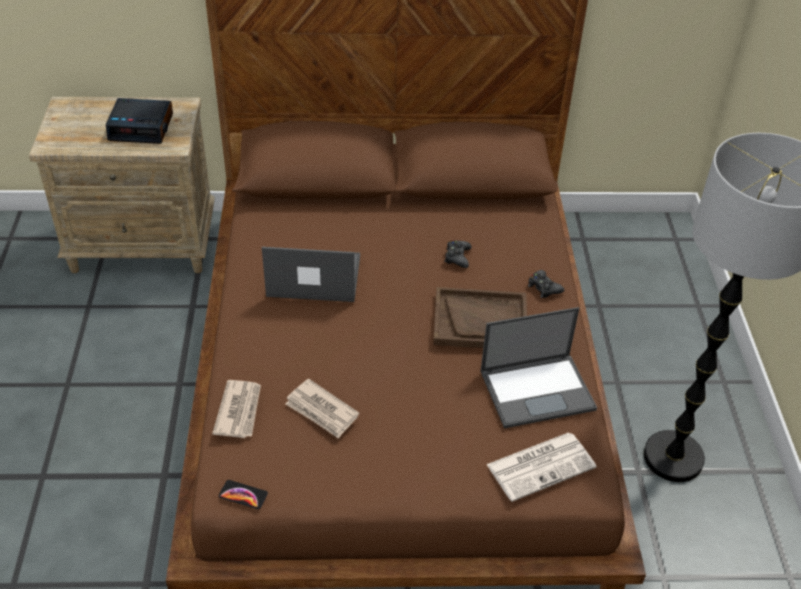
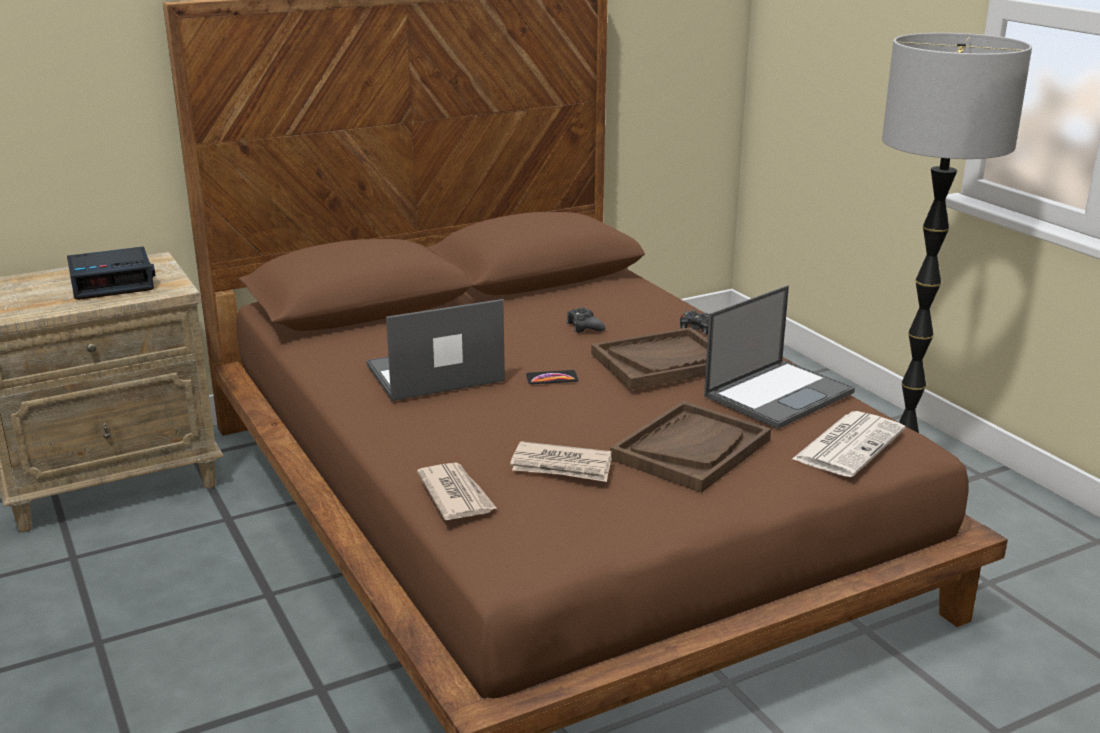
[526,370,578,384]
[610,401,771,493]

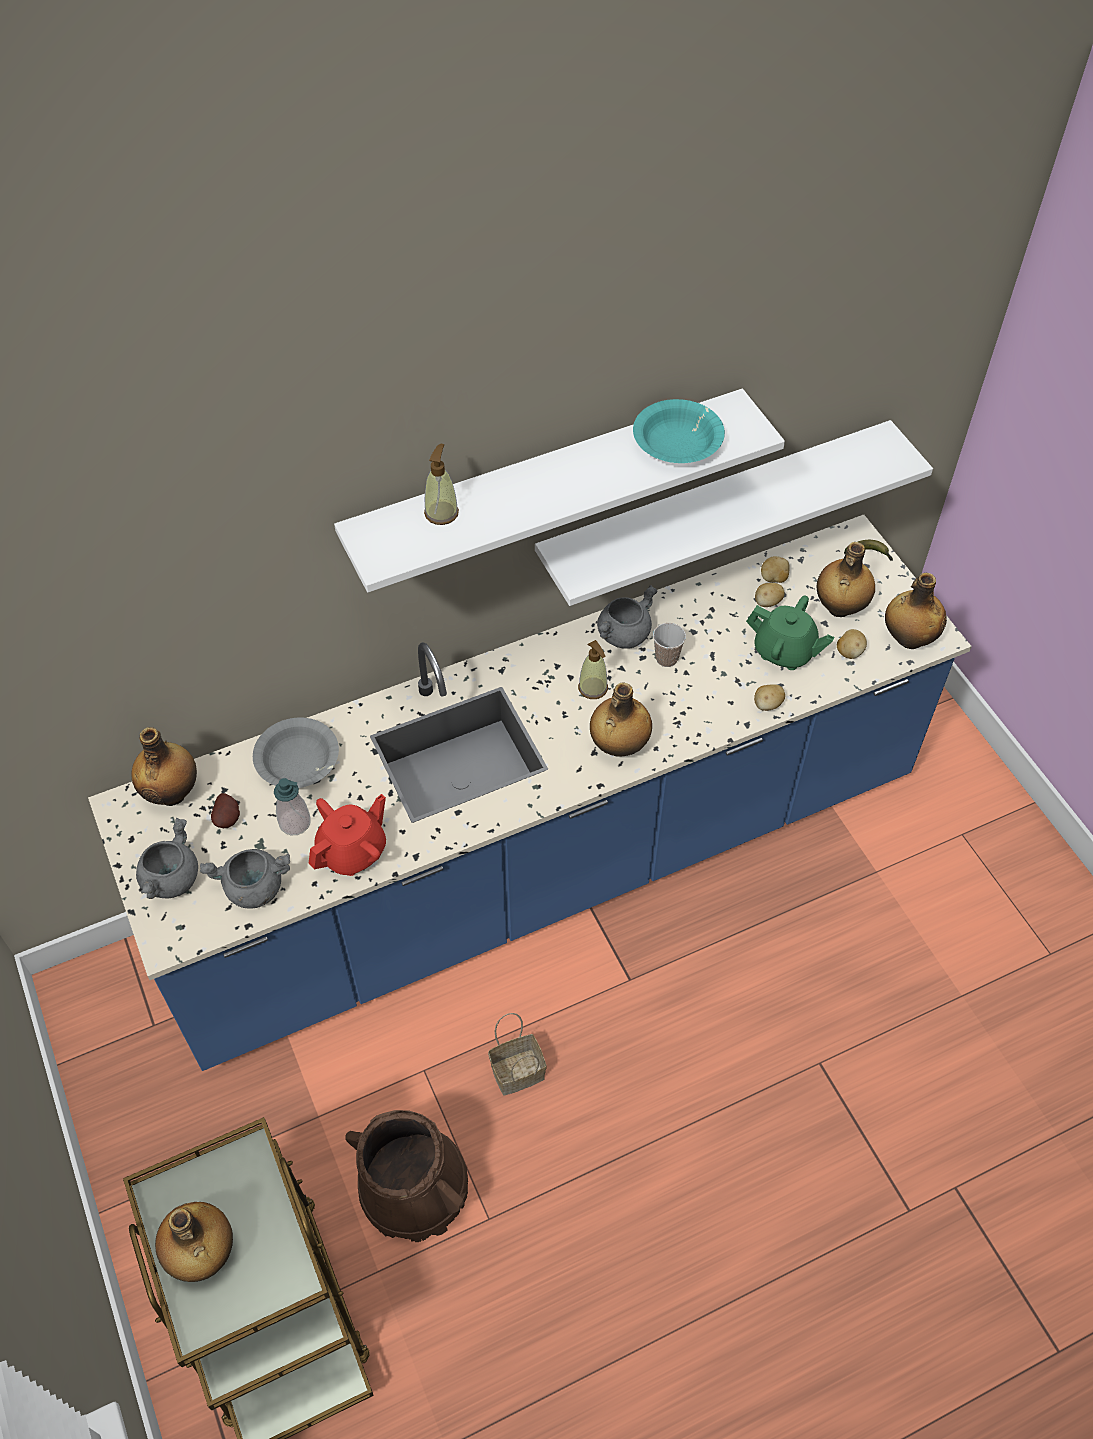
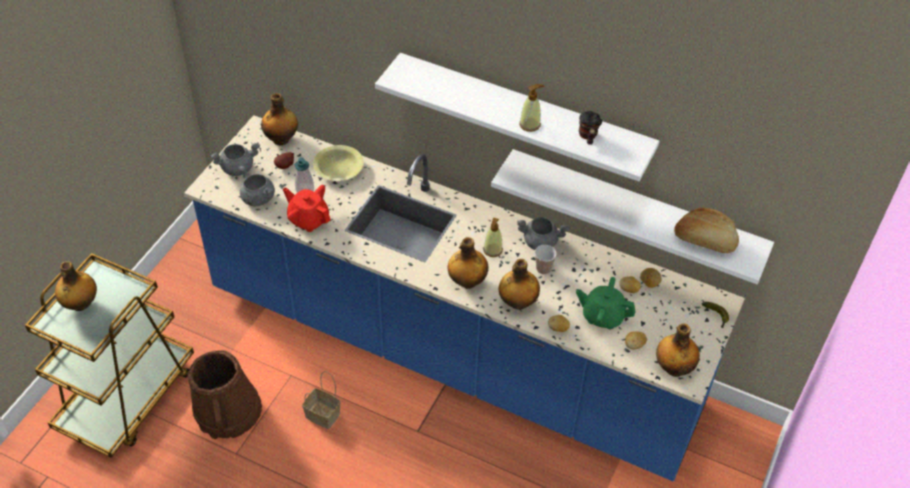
[579,111,602,145]
[519,84,544,132]
[499,259,540,310]
[576,277,635,329]
[313,145,364,181]
[283,185,331,232]
[674,208,739,253]

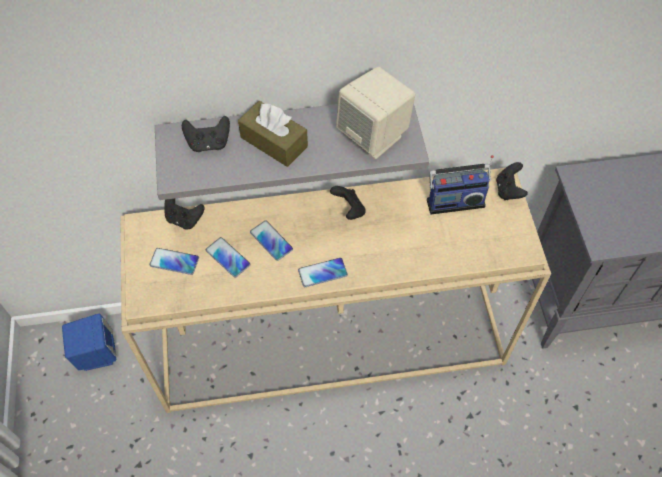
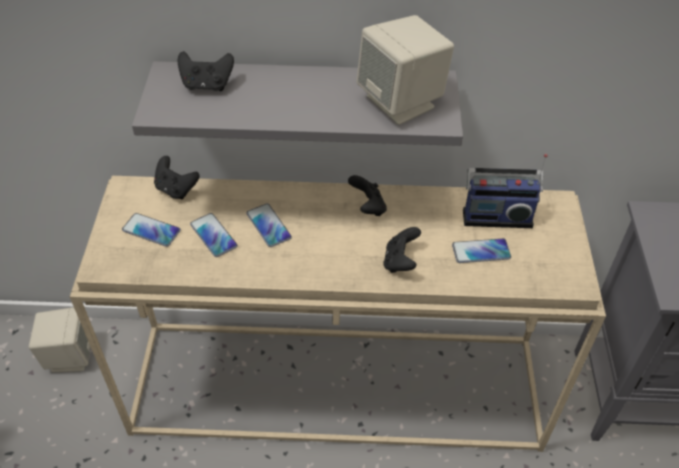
[238,101,308,167] (first image)
[383,227,421,273]
[452,238,511,263]
[29,307,91,372]

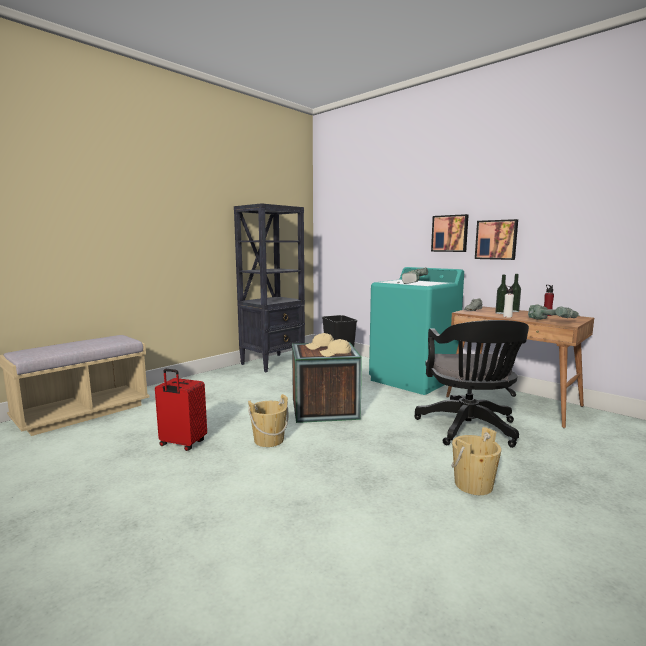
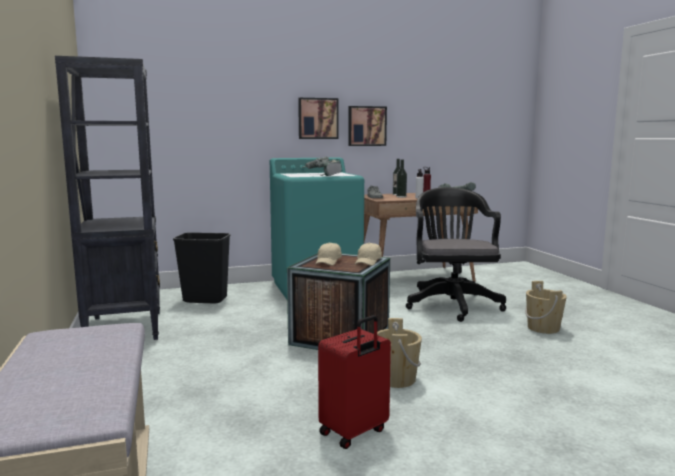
[406,187,506,322]

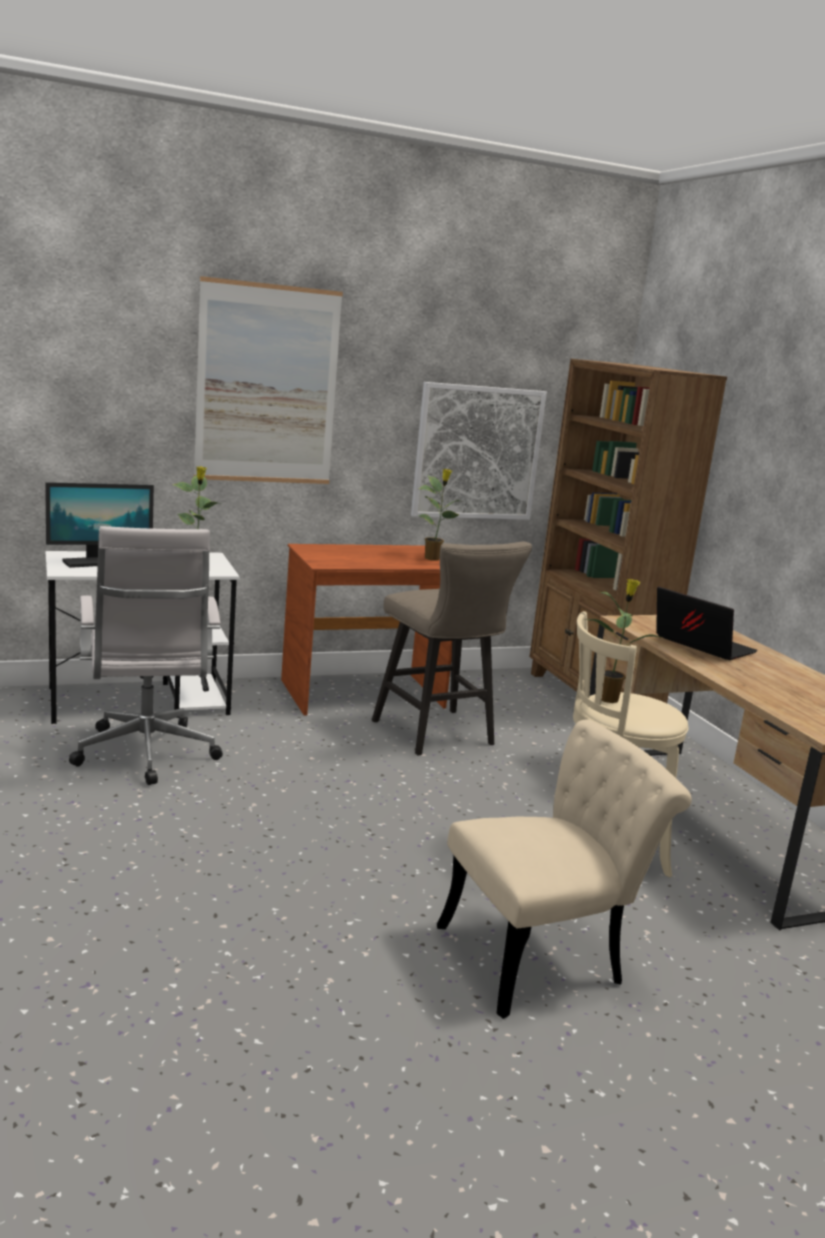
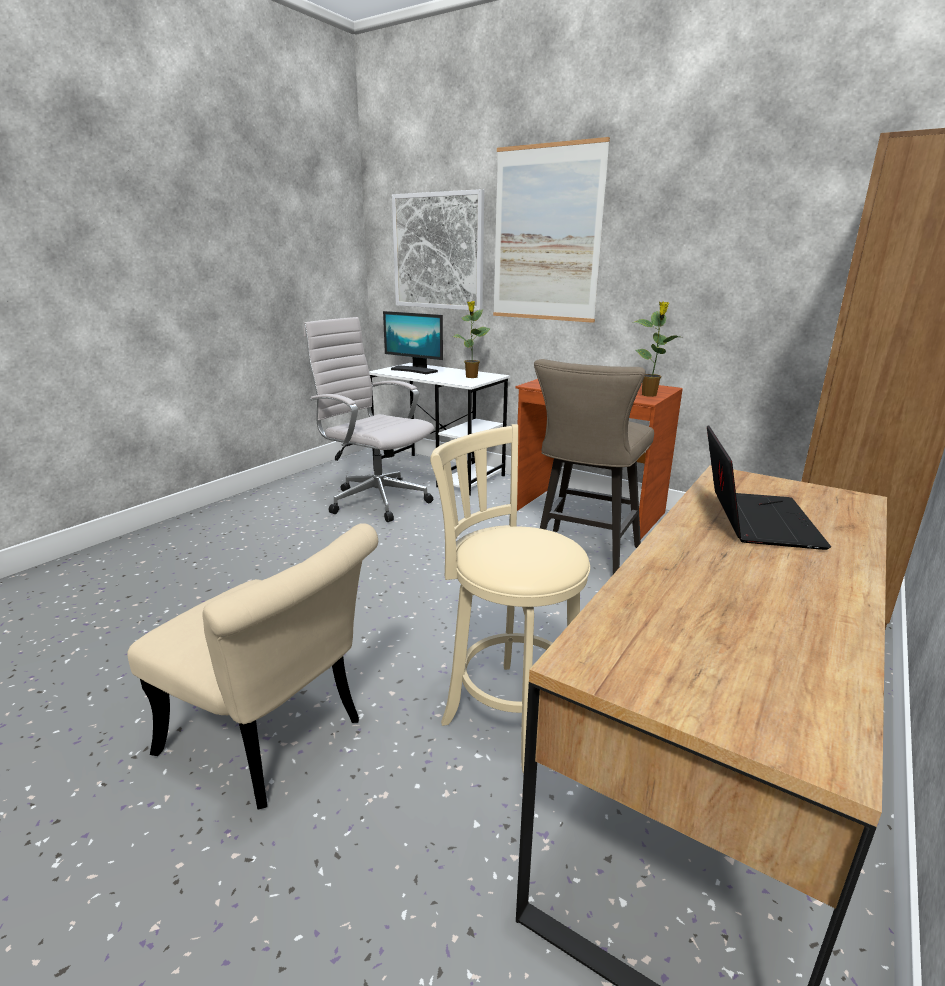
[392,189,484,311]
[304,317,434,522]
[584,579,659,703] (first image)

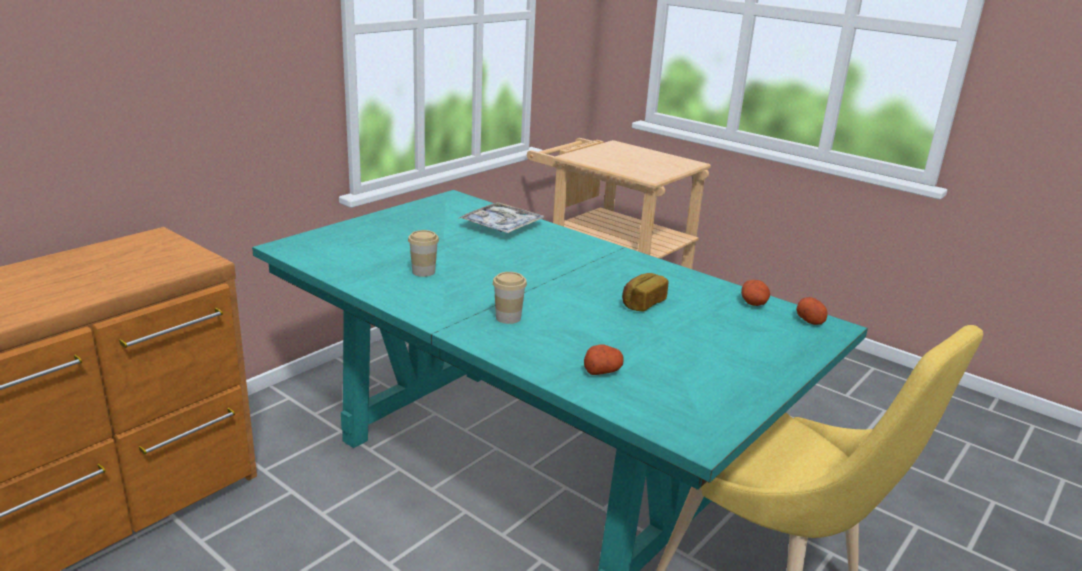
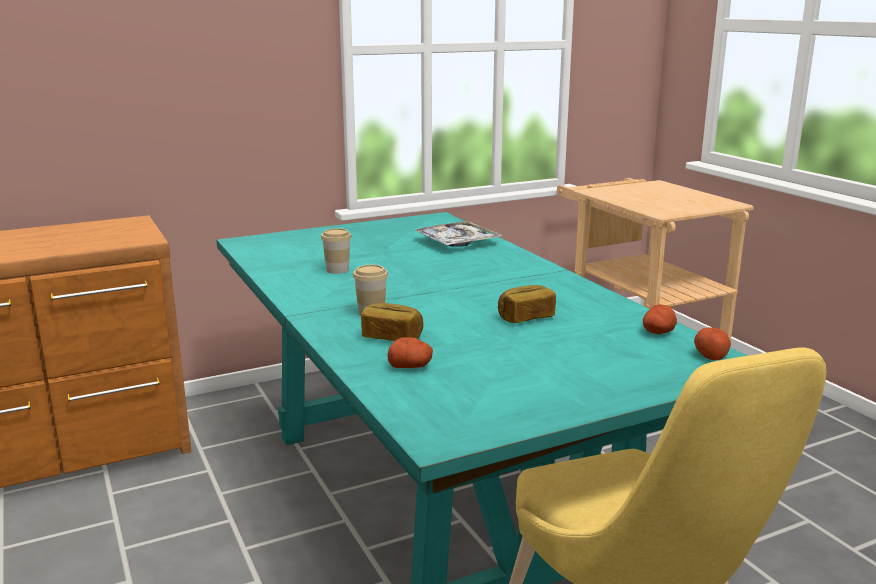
[361,303,423,341]

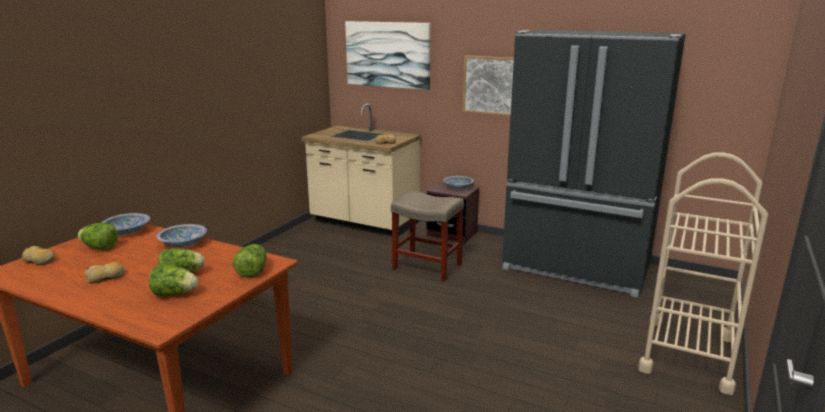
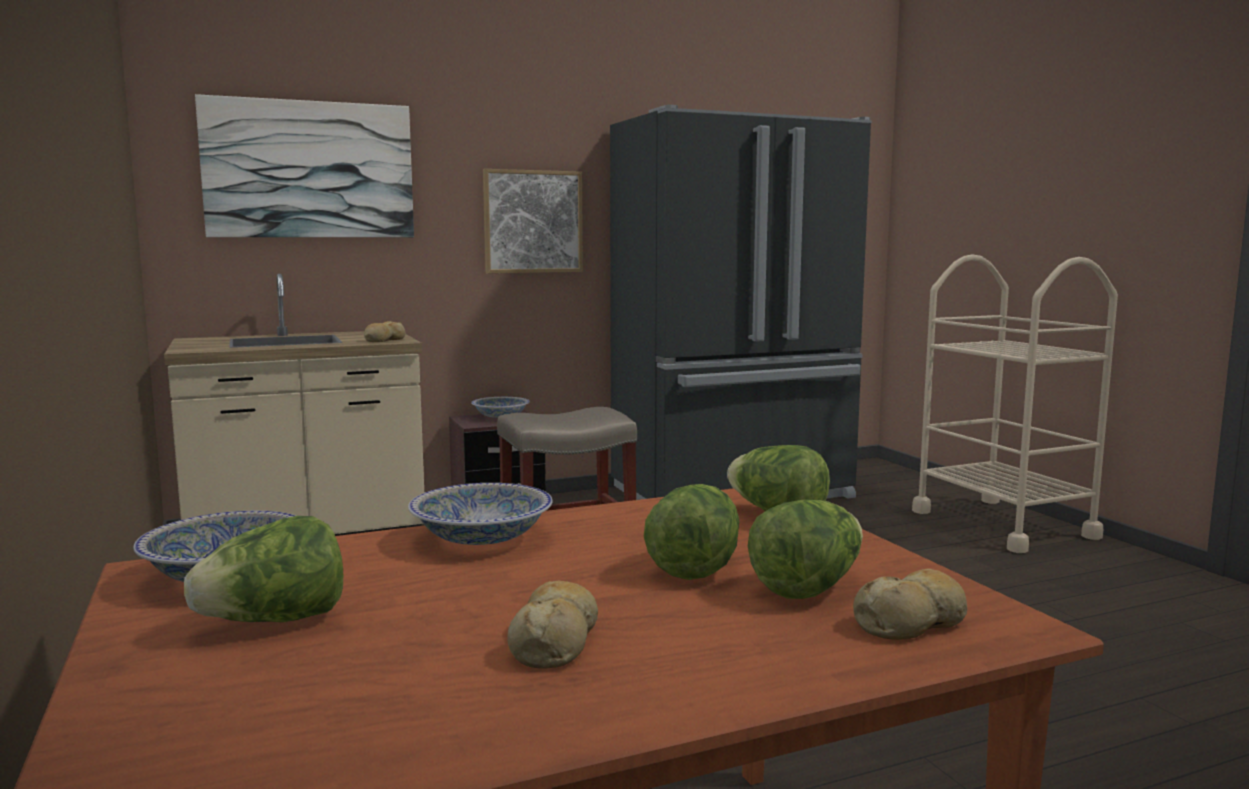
[853,569,967,640]

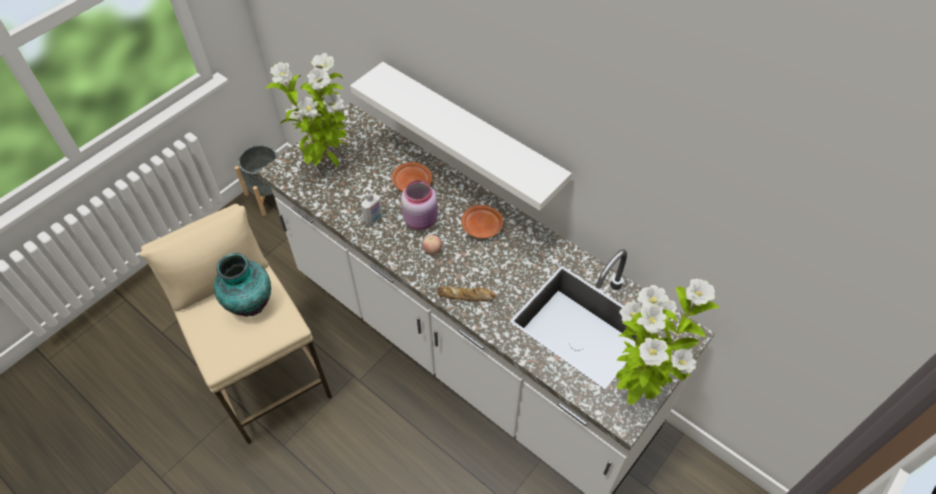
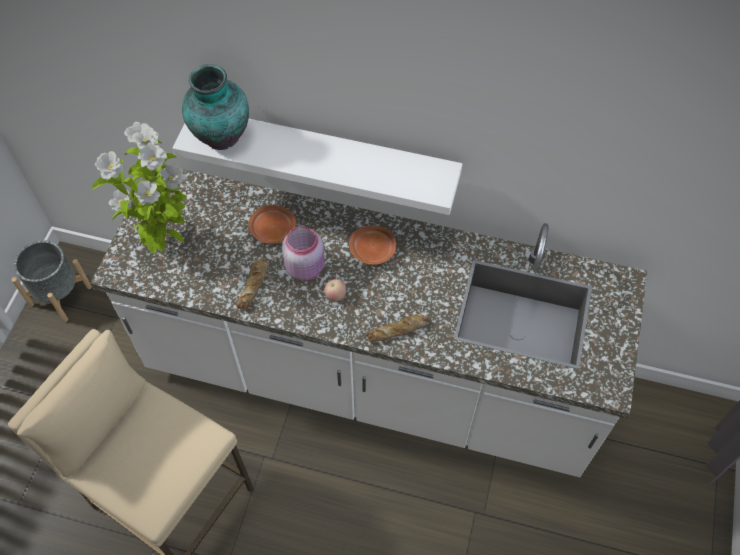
[236,257,269,311]
[182,64,249,150]
[616,279,719,405] (first image)

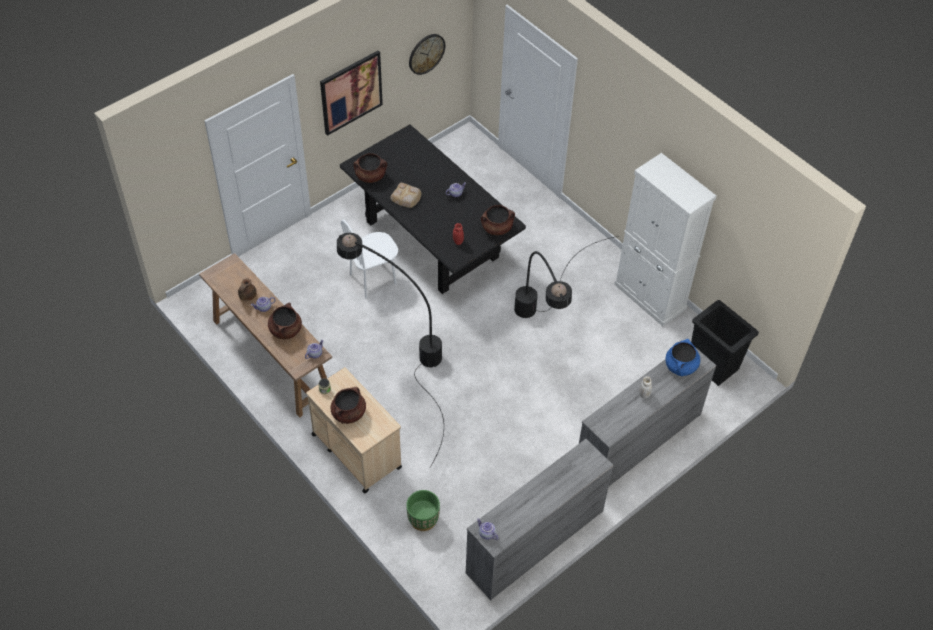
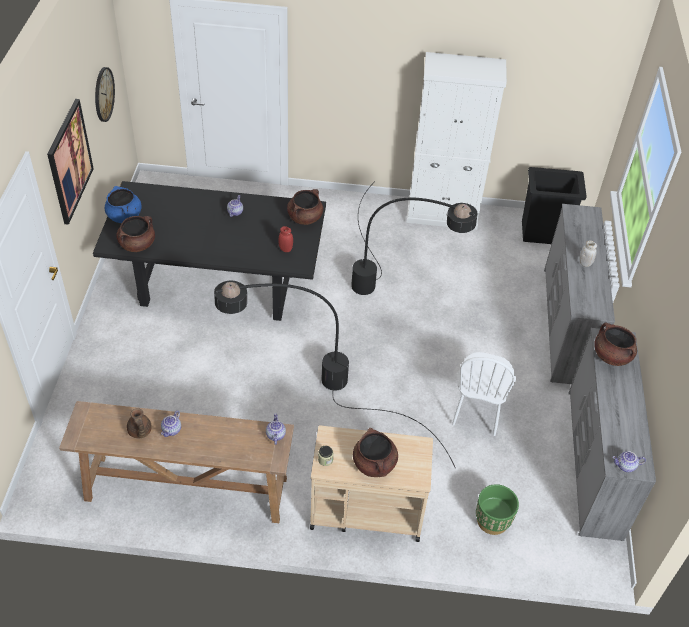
[390,183,421,208] (first image)
[452,352,516,436]
[594,323,637,366]
[105,186,141,223]

